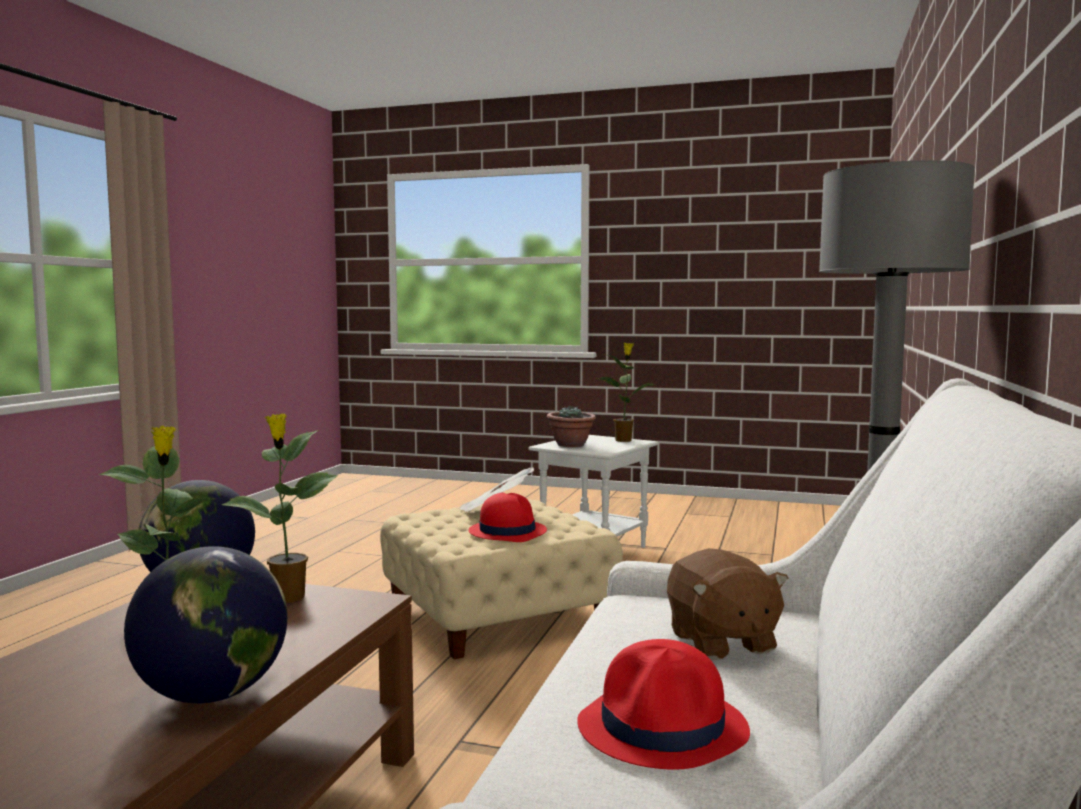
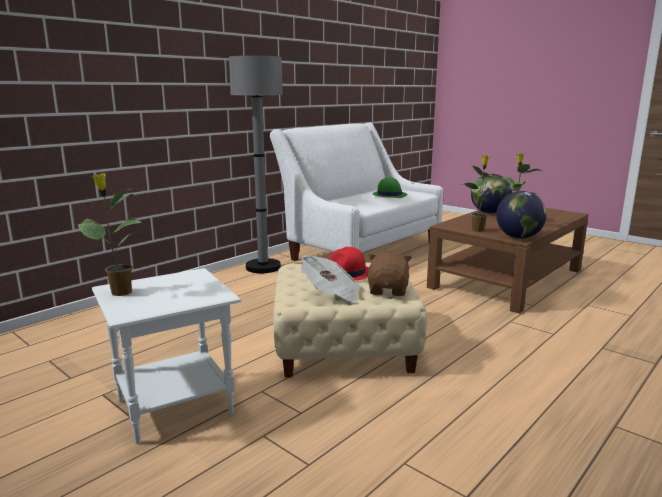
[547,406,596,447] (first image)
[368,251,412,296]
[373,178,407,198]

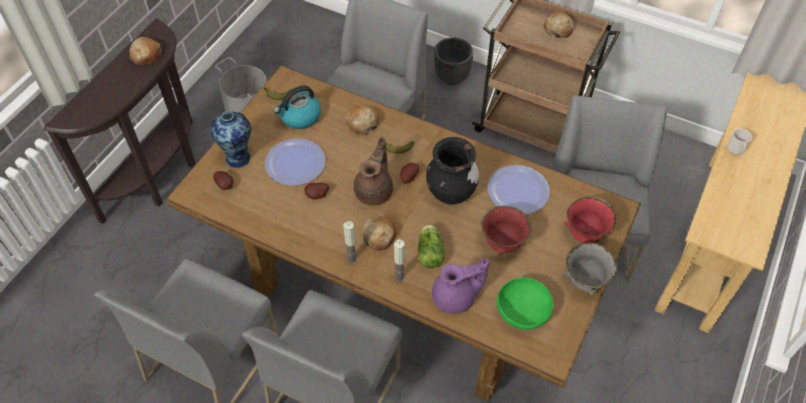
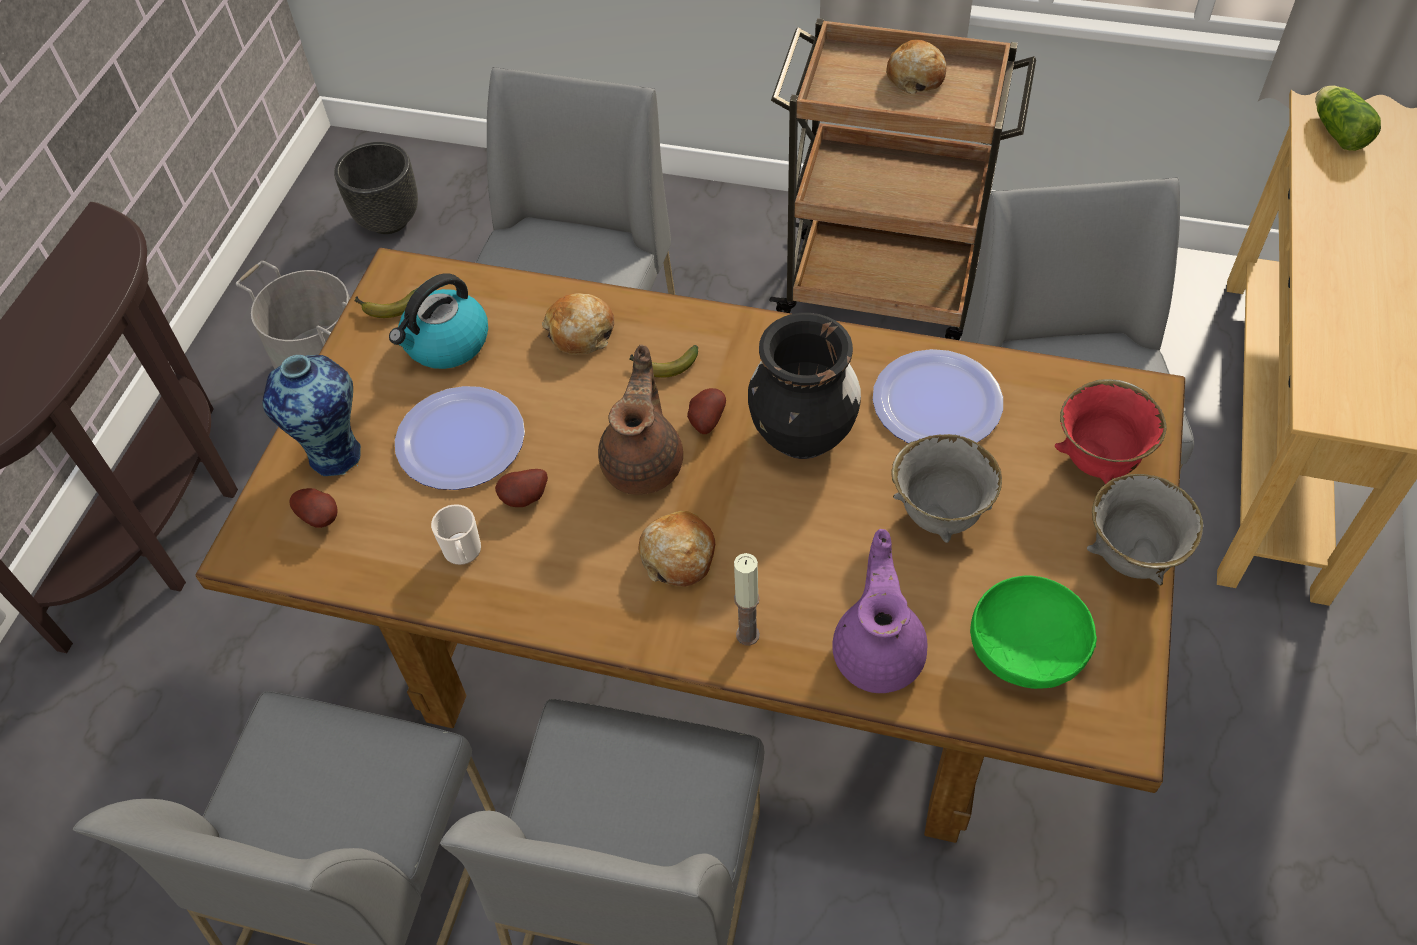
[129,37,162,65] (first image)
[334,142,418,234]
[431,504,481,565]
[891,434,1002,543]
[343,221,357,265] (first image)
[1315,86,1381,151]
[832,529,927,693]

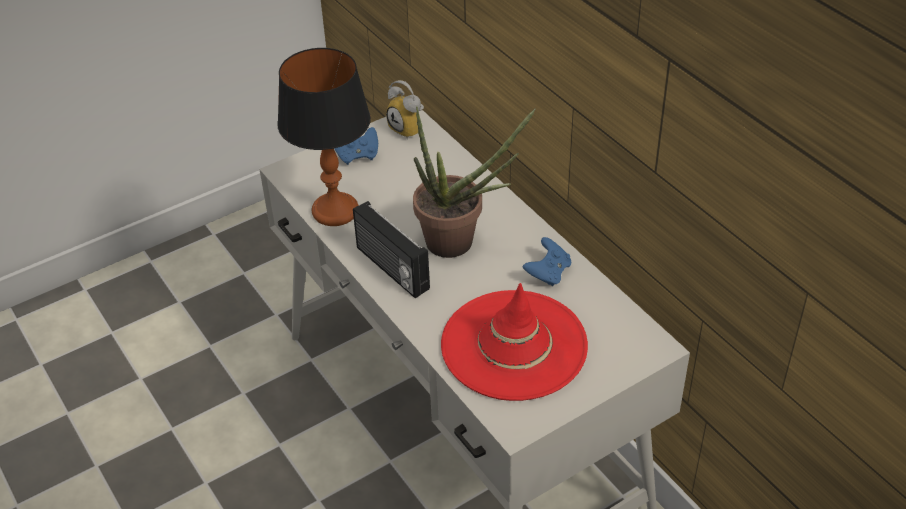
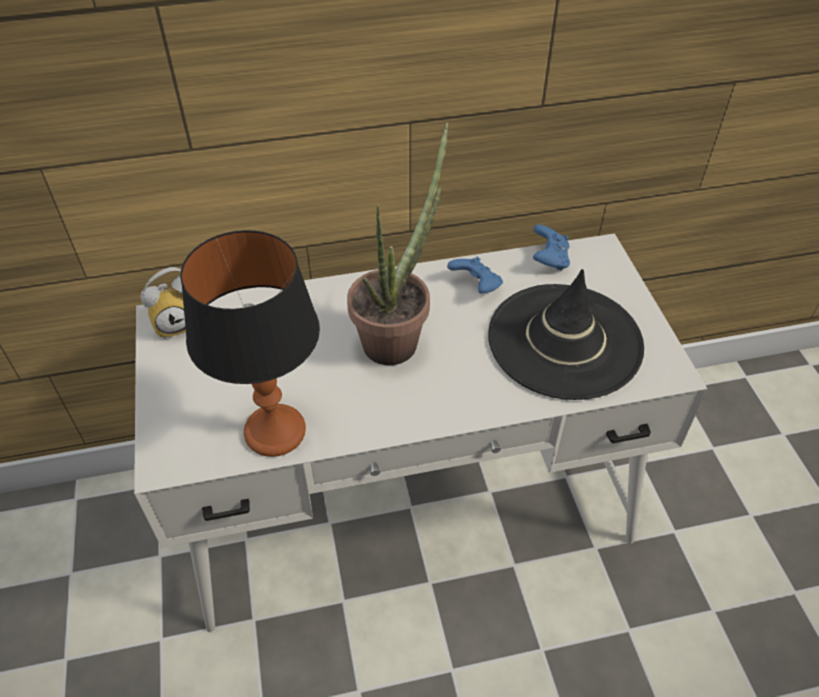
[533,224,570,271]
[353,201,430,298] (first image)
[488,269,644,400]

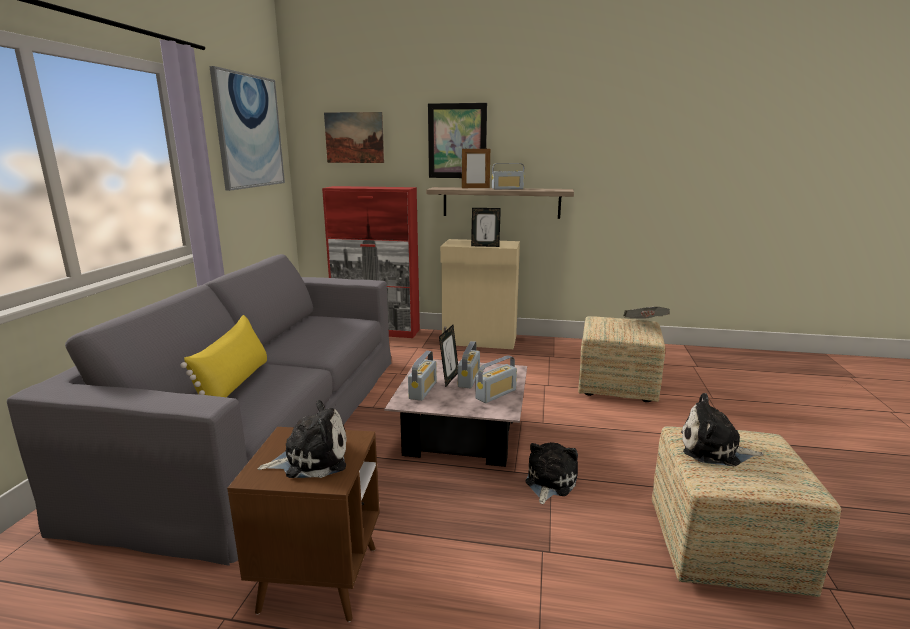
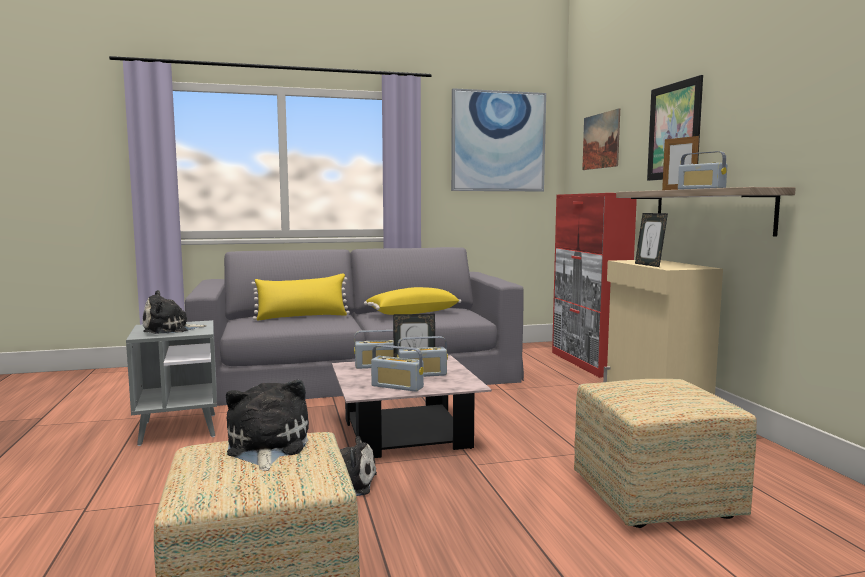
[623,307,670,319] (first image)
[143,290,207,334]
[126,320,217,446]
[364,287,461,315]

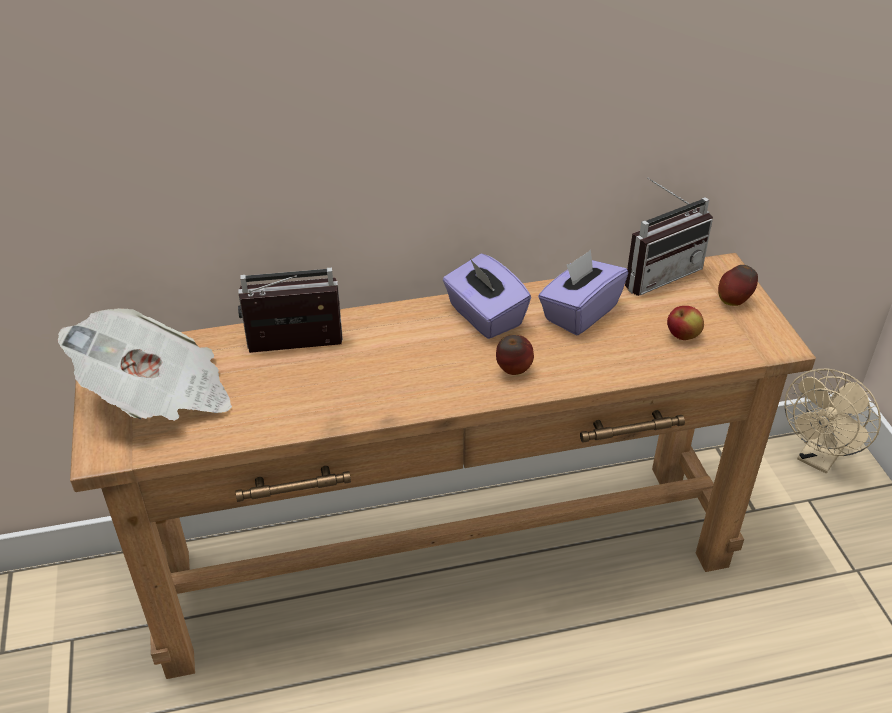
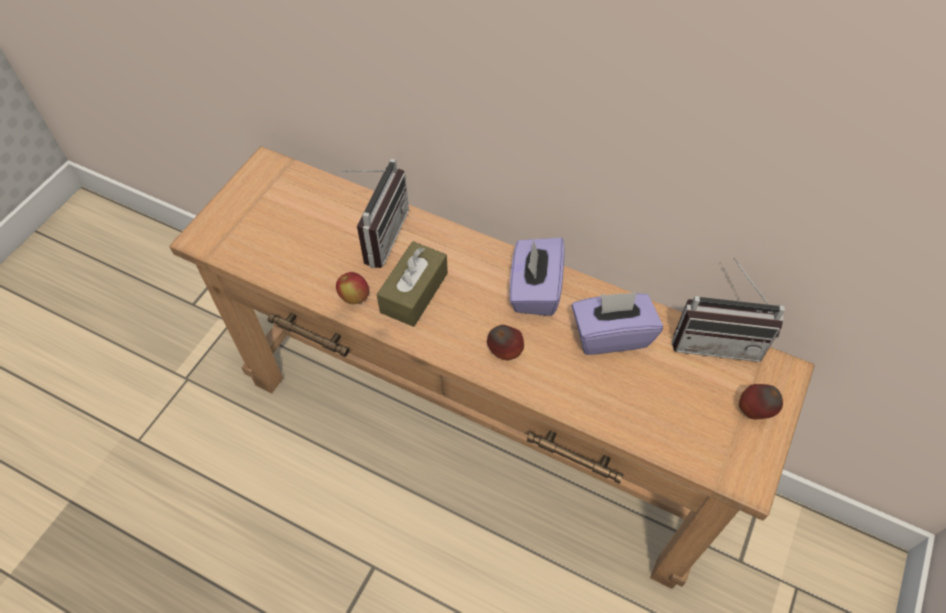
[341,159,409,268]
[336,272,369,304]
[58,308,232,421] (first image)
[785,368,881,473] (first image)
[377,241,448,327]

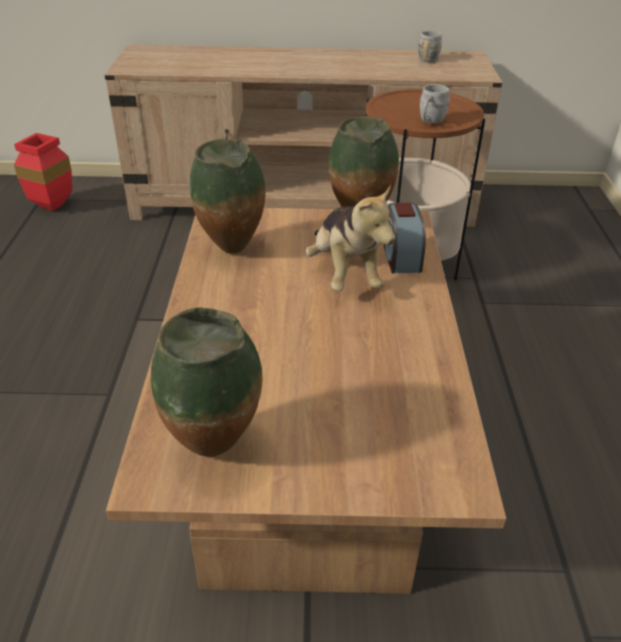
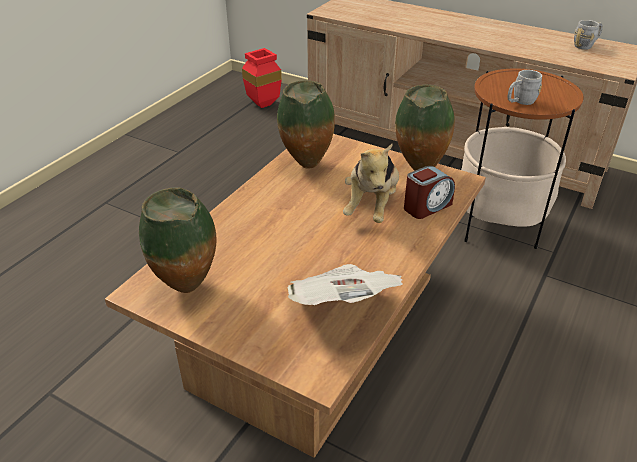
[404,166,455,219]
[288,264,402,305]

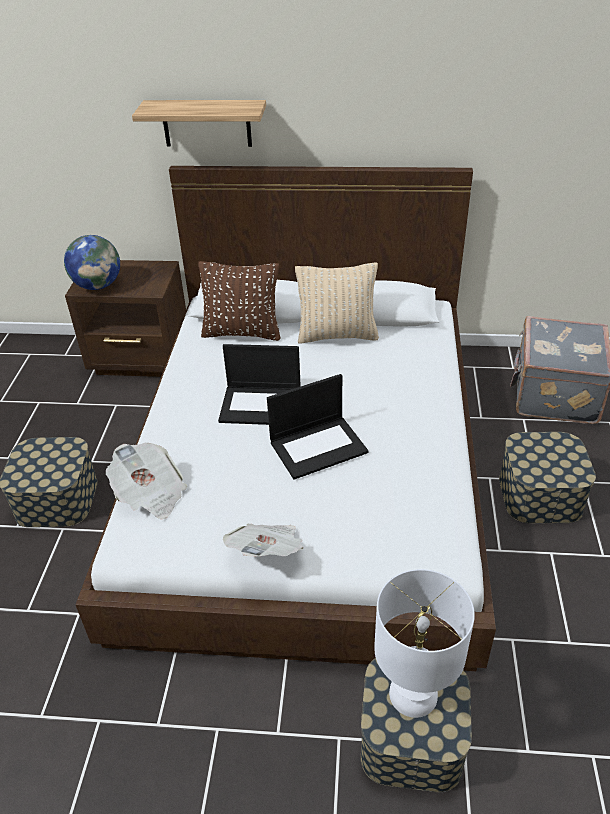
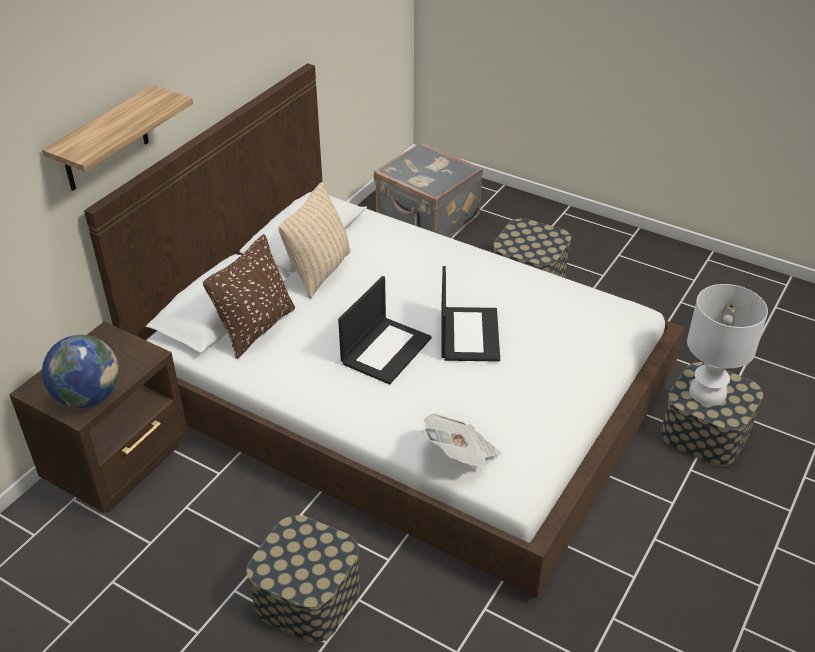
[223,524,304,557] (first image)

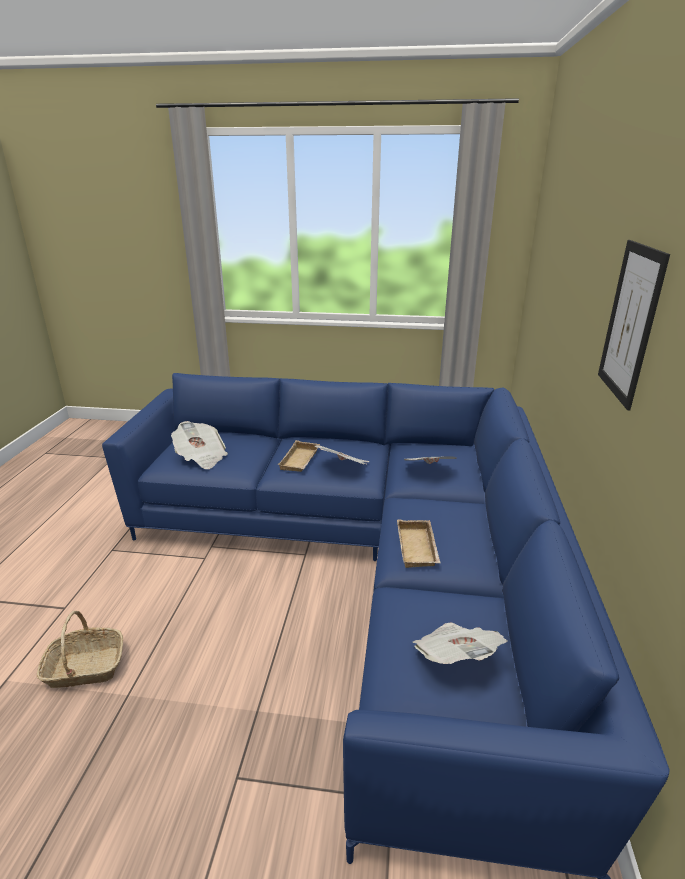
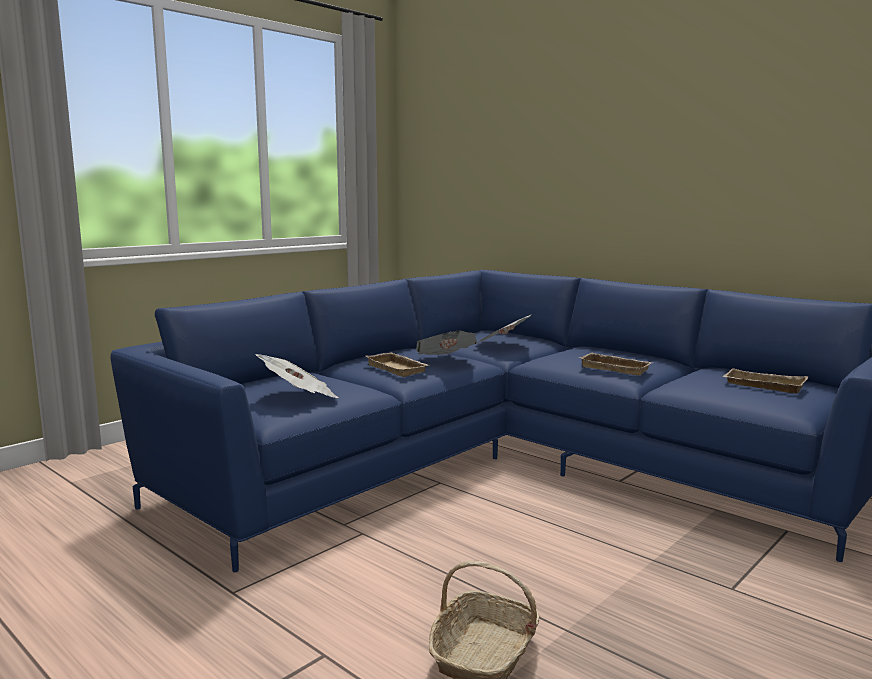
[598,240,670,410] (first image)
[723,368,808,393]

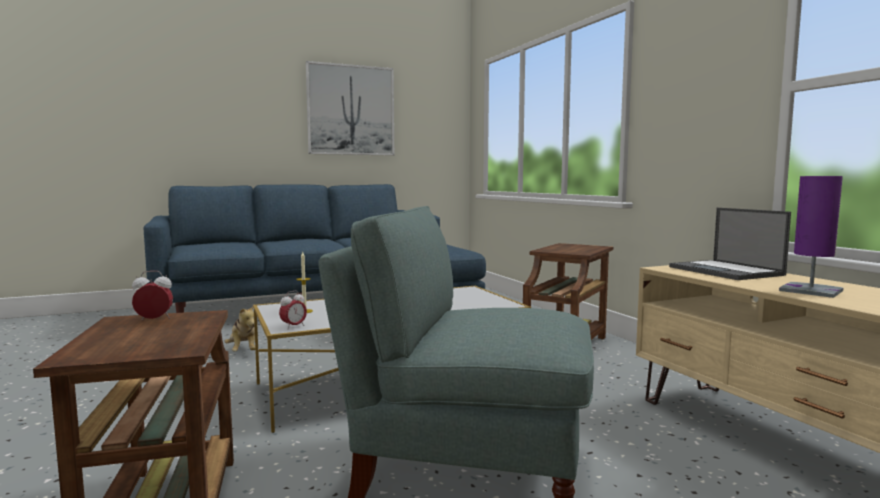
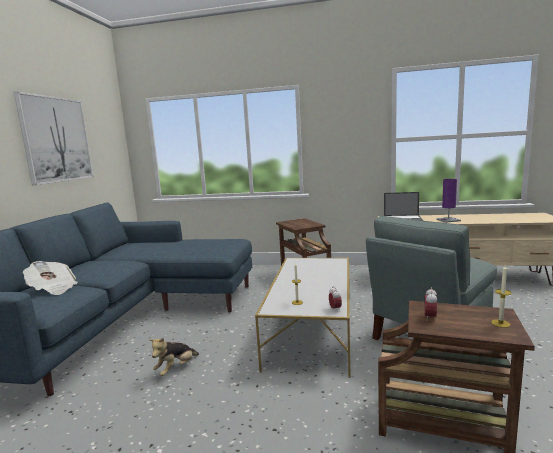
[149,338,199,376]
[23,261,78,295]
[491,265,511,328]

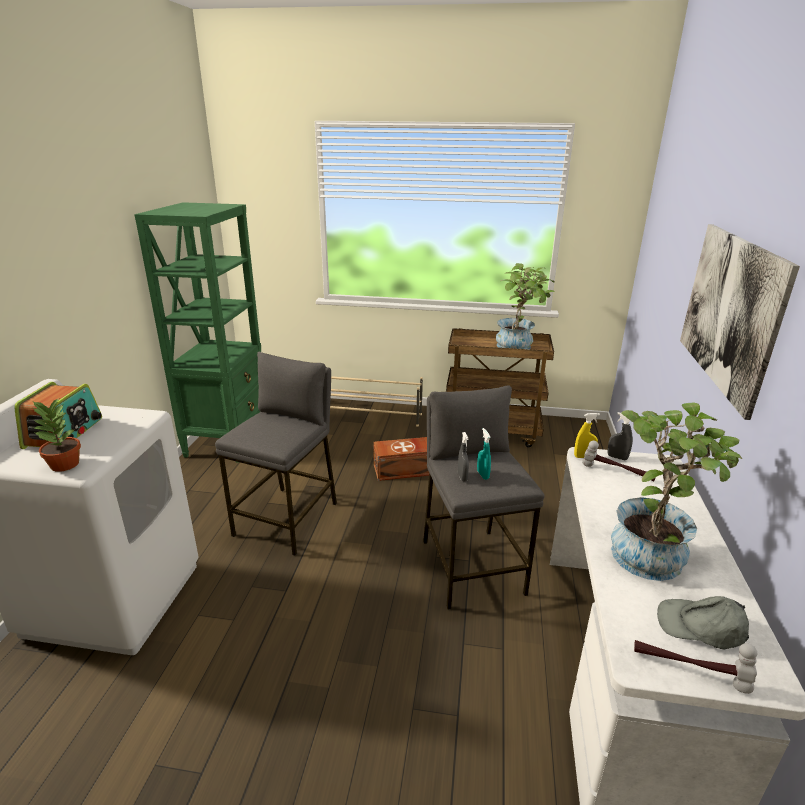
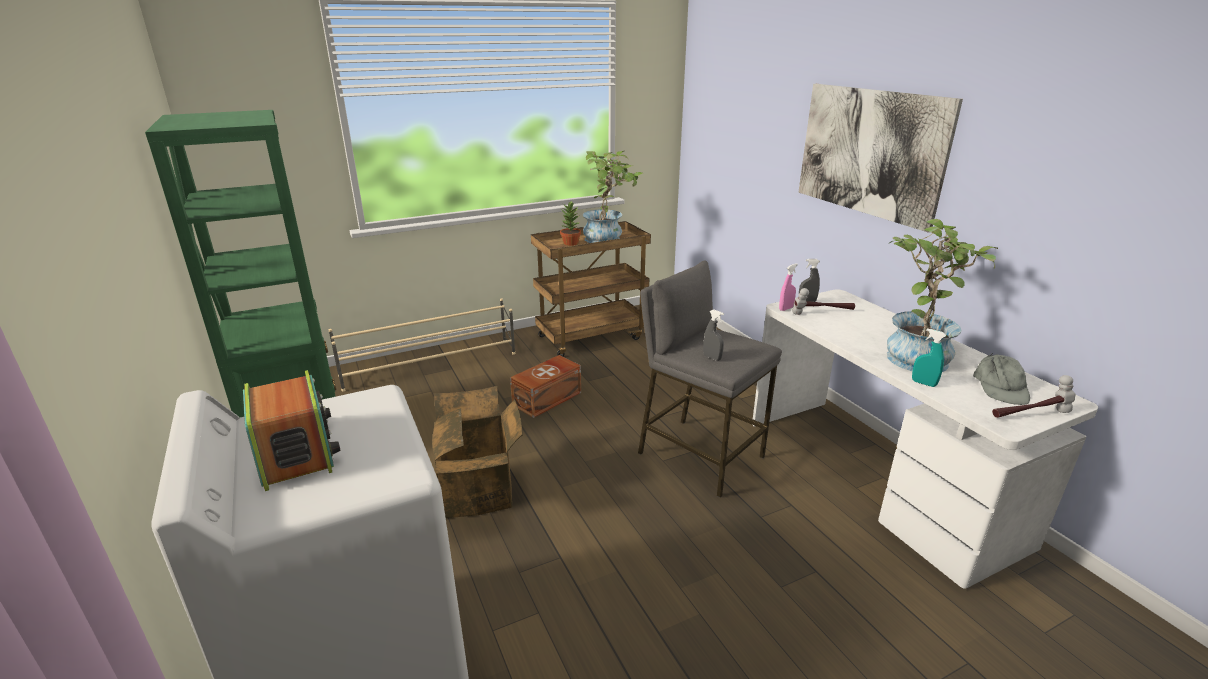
[432,386,523,518]
[560,201,581,246]
[779,263,798,311]
[912,328,946,387]
[973,353,1030,405]

